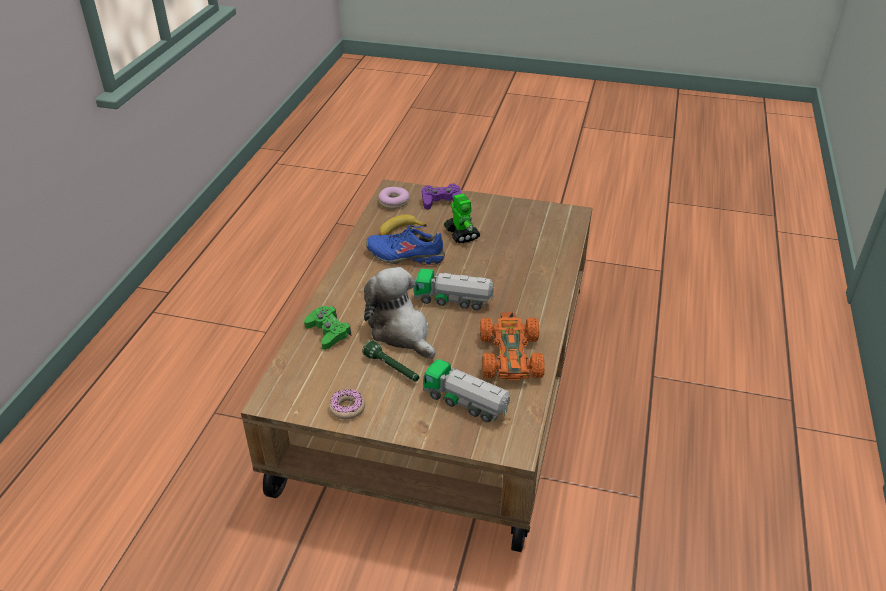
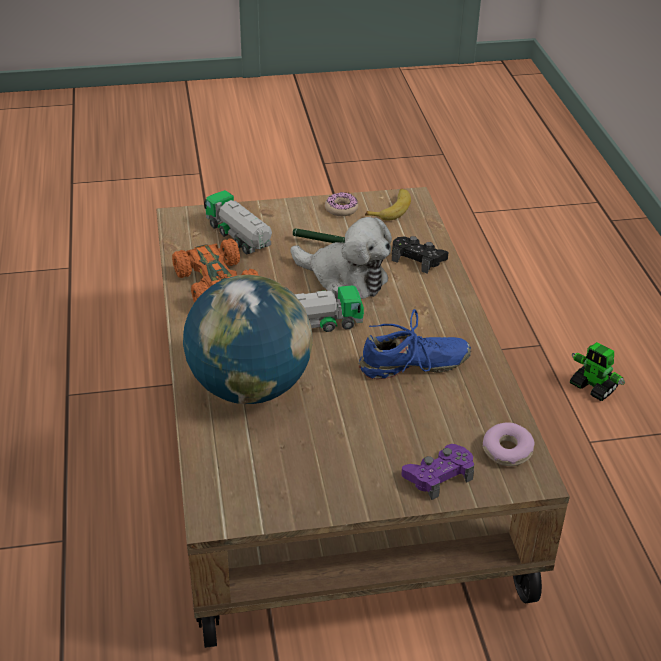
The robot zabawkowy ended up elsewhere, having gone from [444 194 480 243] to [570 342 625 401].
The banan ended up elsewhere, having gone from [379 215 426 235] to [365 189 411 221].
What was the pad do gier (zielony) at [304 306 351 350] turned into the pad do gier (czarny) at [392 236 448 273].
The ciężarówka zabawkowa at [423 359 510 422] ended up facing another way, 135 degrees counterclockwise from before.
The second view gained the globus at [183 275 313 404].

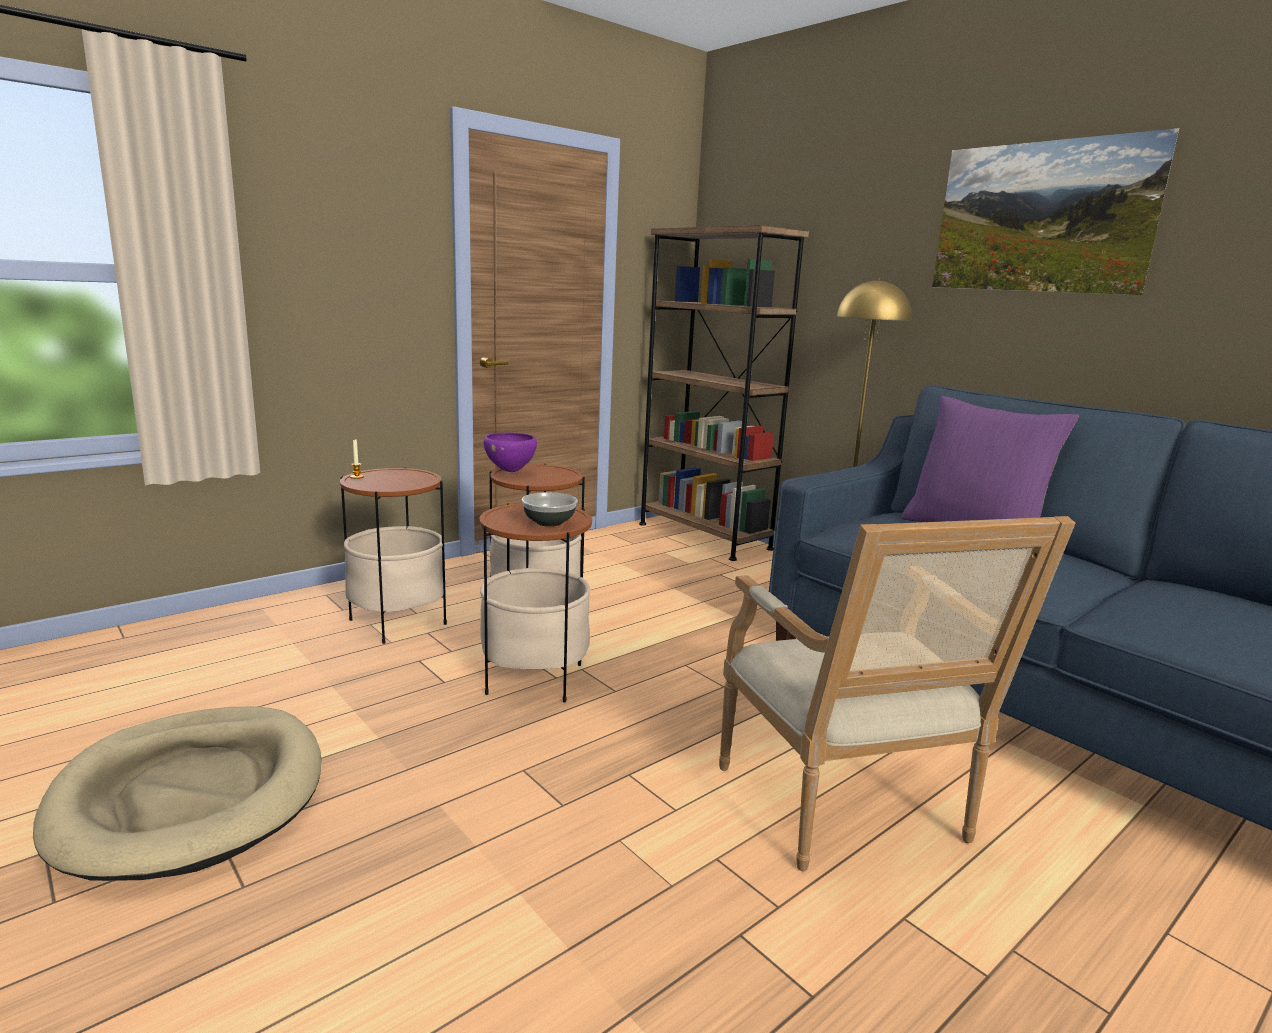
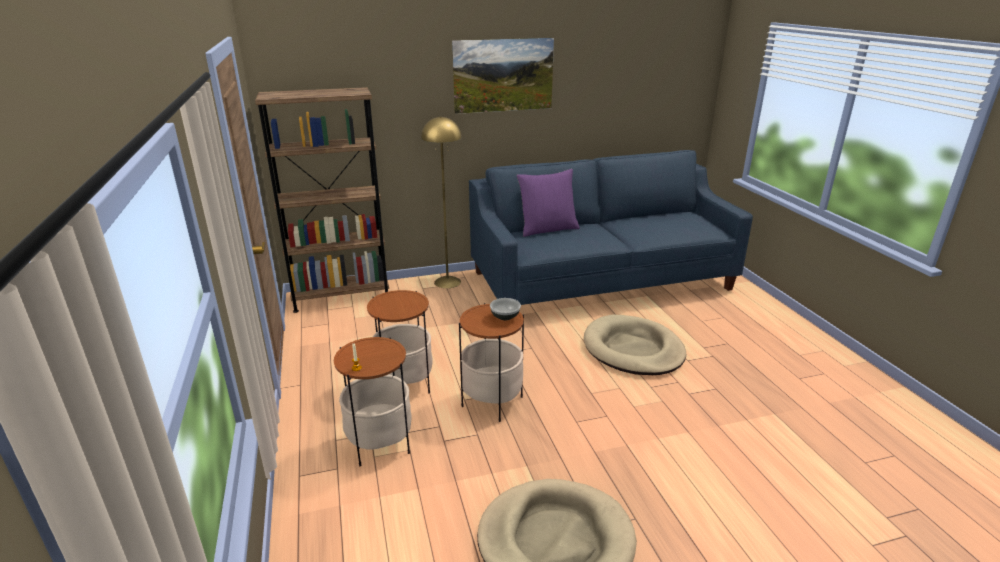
The second view lost the miska (fioletowy) at [484 432 537 472].
Where the fotel stood at [719 516 1075 871], the legowisko (beżowy) came to stand at [584 315 686 375].

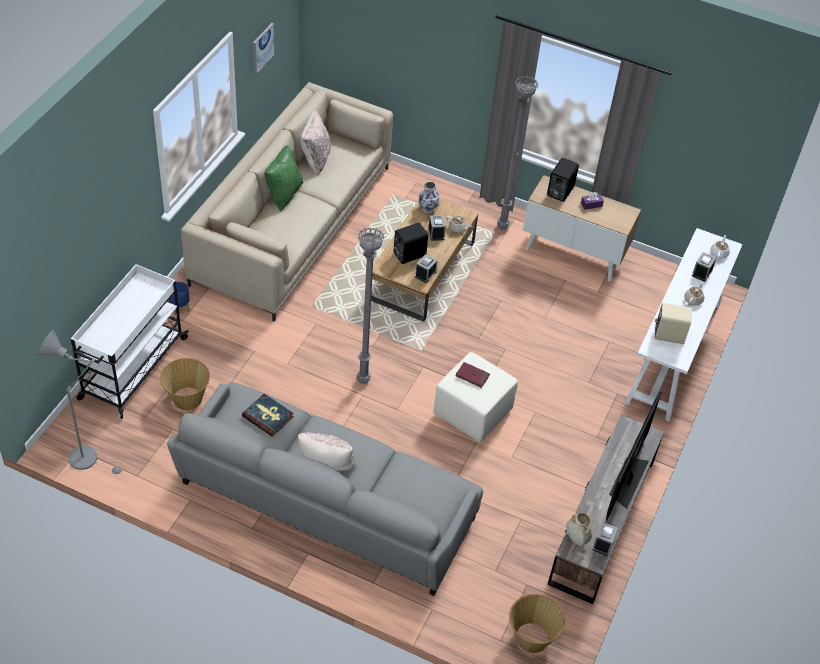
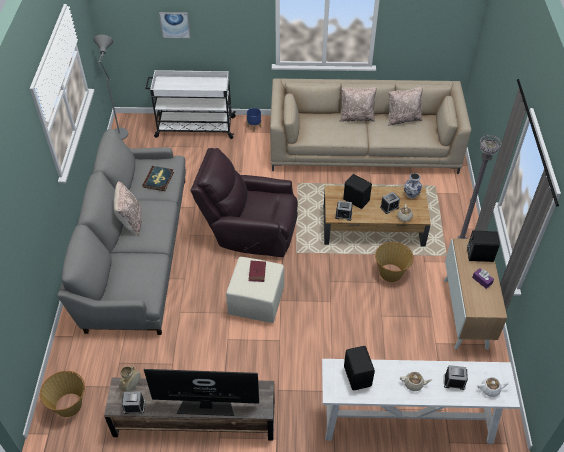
The obraz ended up elsewhere, having gone from [253 23 275 74] to [159 12 191 38].
What was the poduszka (zielony) at [265 145 304 211] turned into the poduszka (beżowy) at [340 87 377 122].
Where the lampa stojąca (szary) stood at [357 227 384 384], the fotel (brązowy) came to stand at [190 148 298 257].
What was the głośnik (beżowy) at [655 303 692 344] turned into the głośnik (czarny) at [344 346 375 390].
The koszyk ended up elsewhere, having gone from [160 358 210 410] to [375 242 414 282].

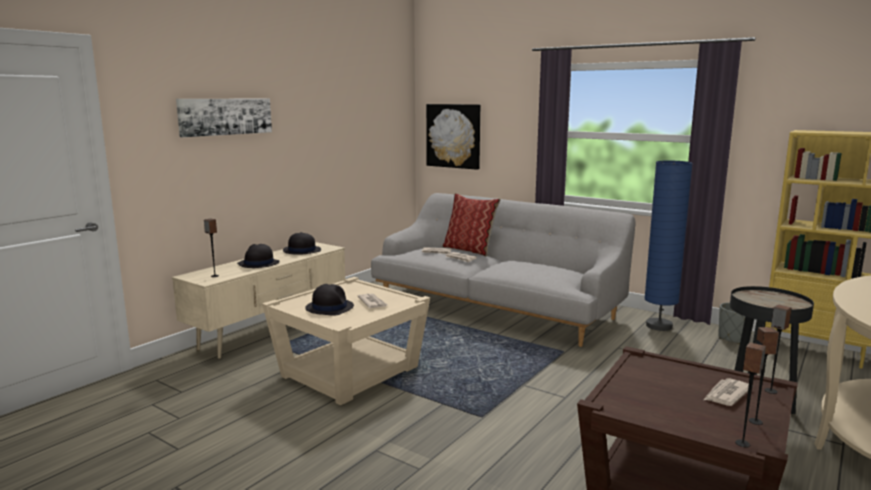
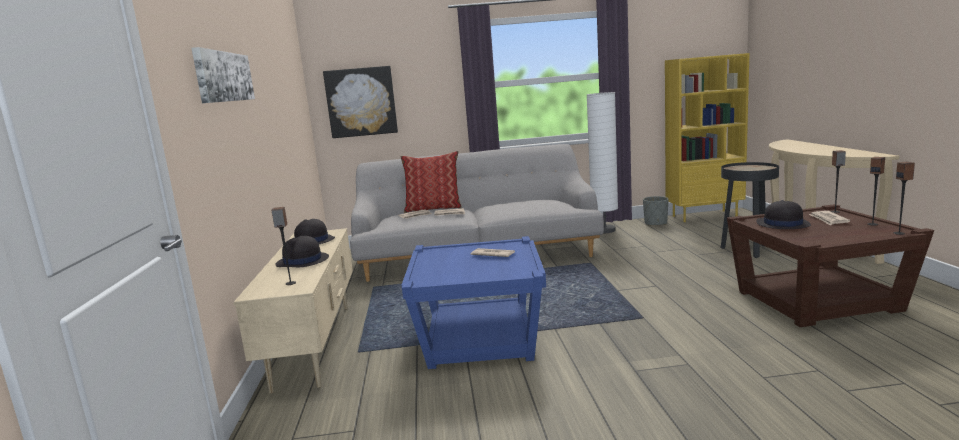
What was the lampa stojąca (niebieski) at [645 161 693 331] turned into the lampa stojąca (biały) at [587 92 618 233].
What was the stolik (beżowy) at [262 277 430 405] turned into the stolik (niebieski) at [402 236 546 369].
The kapelusz (czarny) ended up elsewhere, having gone from [305 284 354 316] to [756 200 811 229].

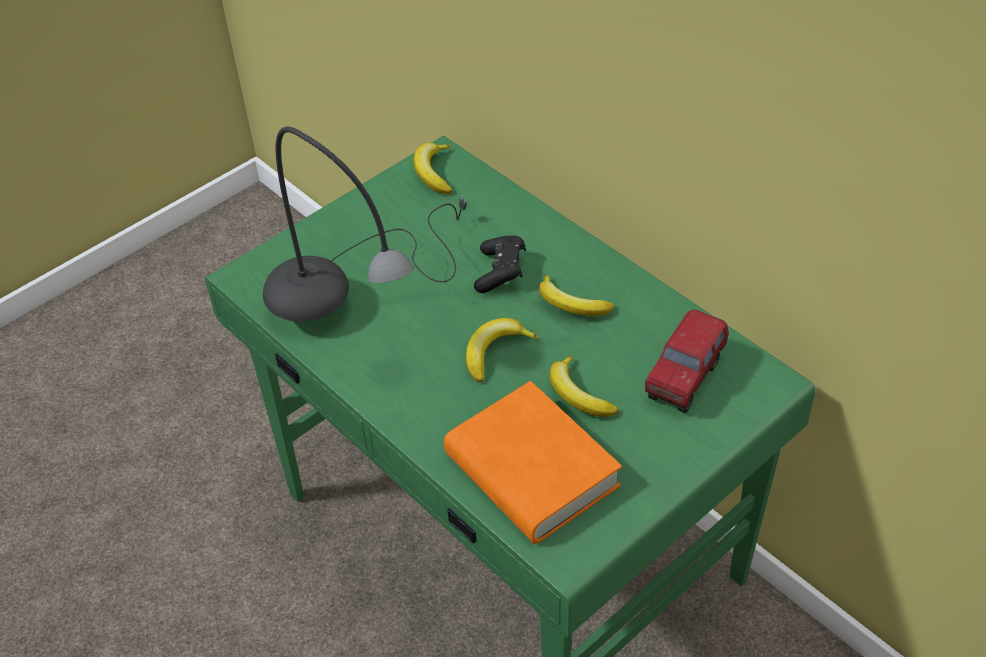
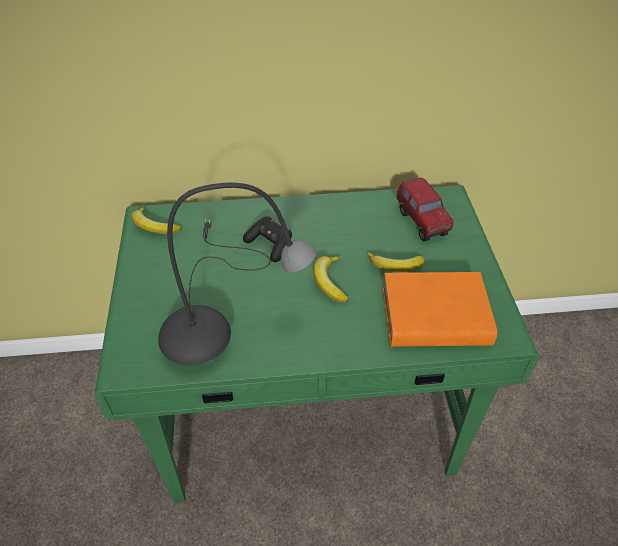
The second view lost the banan at [539 275 614 316].

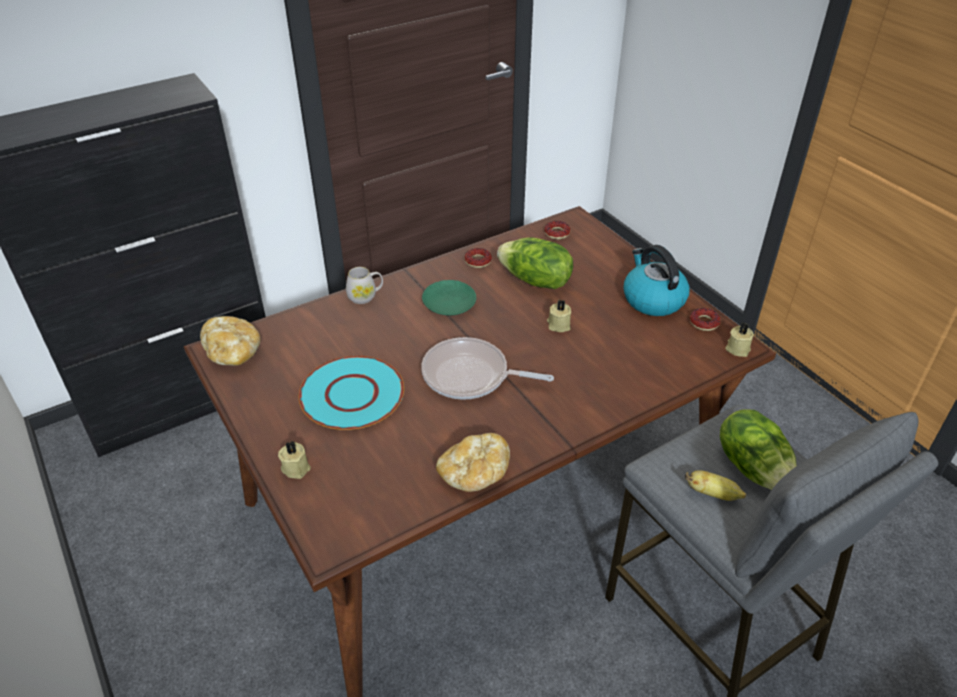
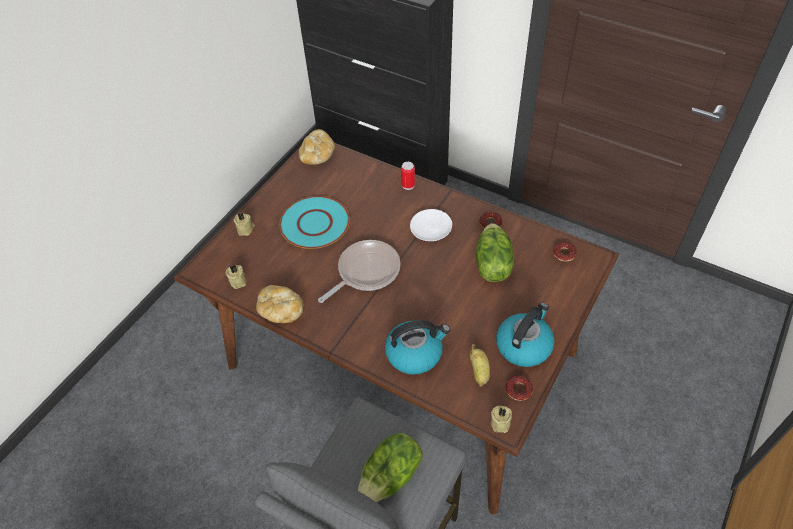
Where the kubek (biały) stood at [346 267 383 304], the puszka came to stand at [401 162 415 190].
What was the talerz (zielony) at [422 280 476 315] turned into the talerz (biały) at [410 209 452 241].
The świeca (beżowy) ended up elsewhere, having gone from [547 300 571 332] to [226 265 247 289].
The patelnia at [421 337 554 400] ended up facing another way, 60 degrees clockwise from before.
The banan ended up elsewhere, having gone from [685 470 746 501] to [470 344 490 387].
The second view gained the czajnik at [385 320 450 375].

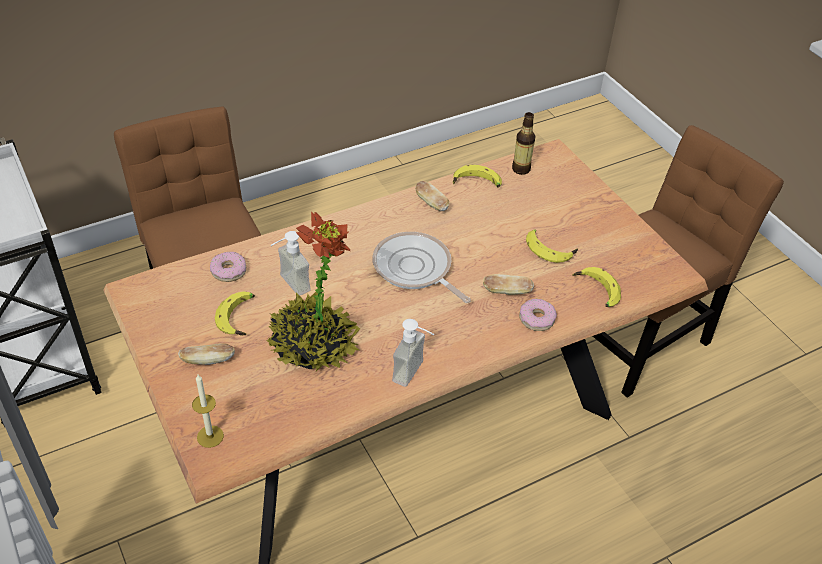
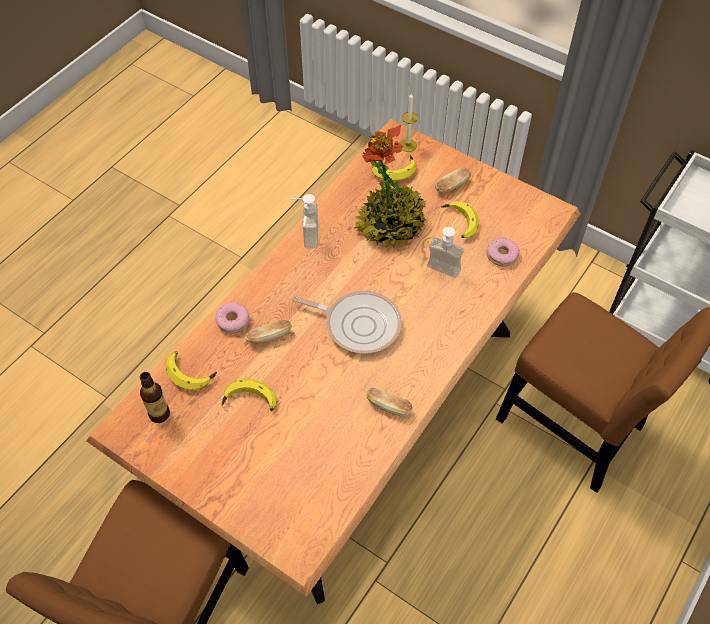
The butelka ended up elsewhere, having gone from [512 112 536 175] to [140 372 170 423].
The banan ended up elsewhere, having gone from [453 165 502 188] to [372 155 416 181].

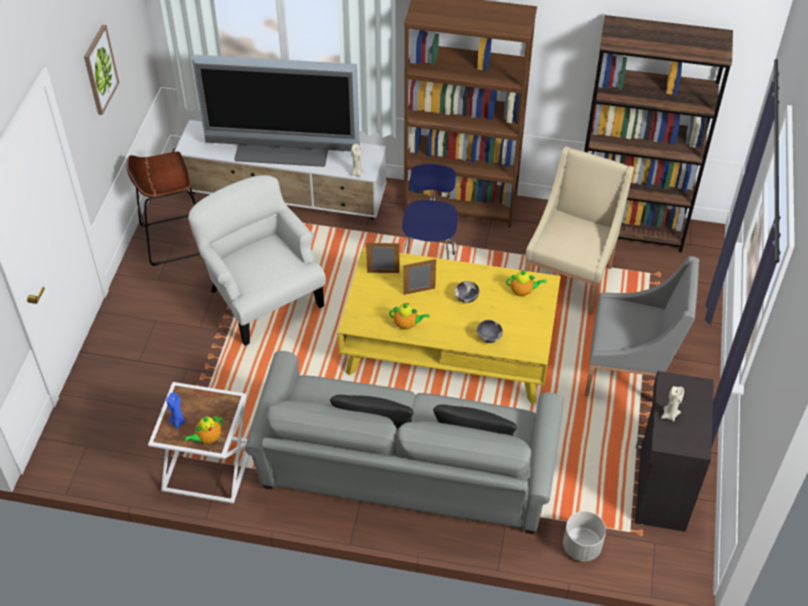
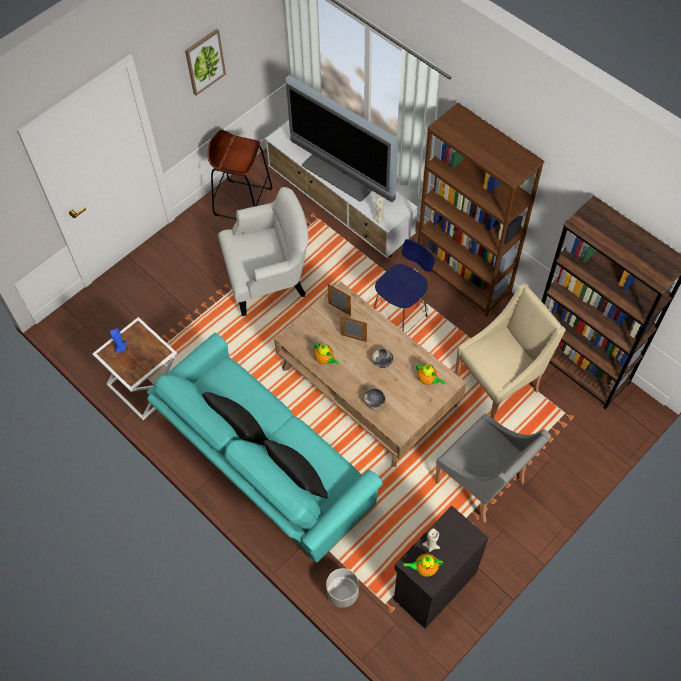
The fotel (biały) at [188 175 326 346] ended up facing another way, 75 degrees clockwise from before.
What was the ława (żółty) at [337 247 561 404] turned into the ława (brązowy) at [274 281 466 467].
What was the kanapa (szary) at [245 351 564 534] turned into the kanapa (turkusowy) at [147 333 383 563].
The imbryk ended up elsewhere, having gone from [184 416 223 444] to [404 554 443 577].

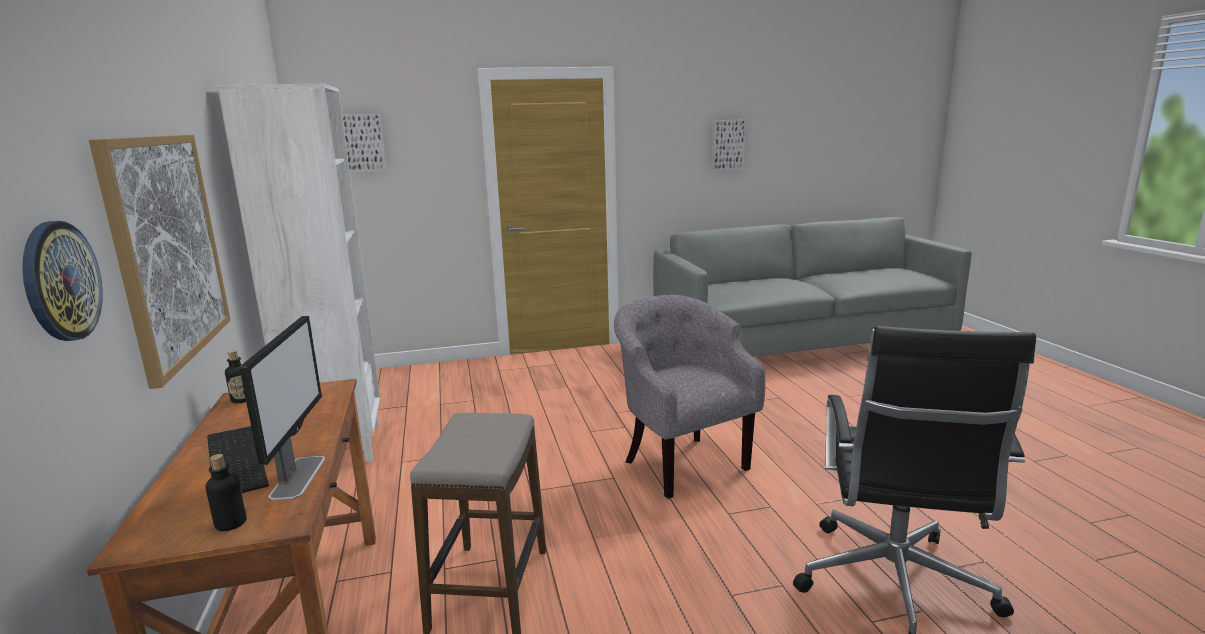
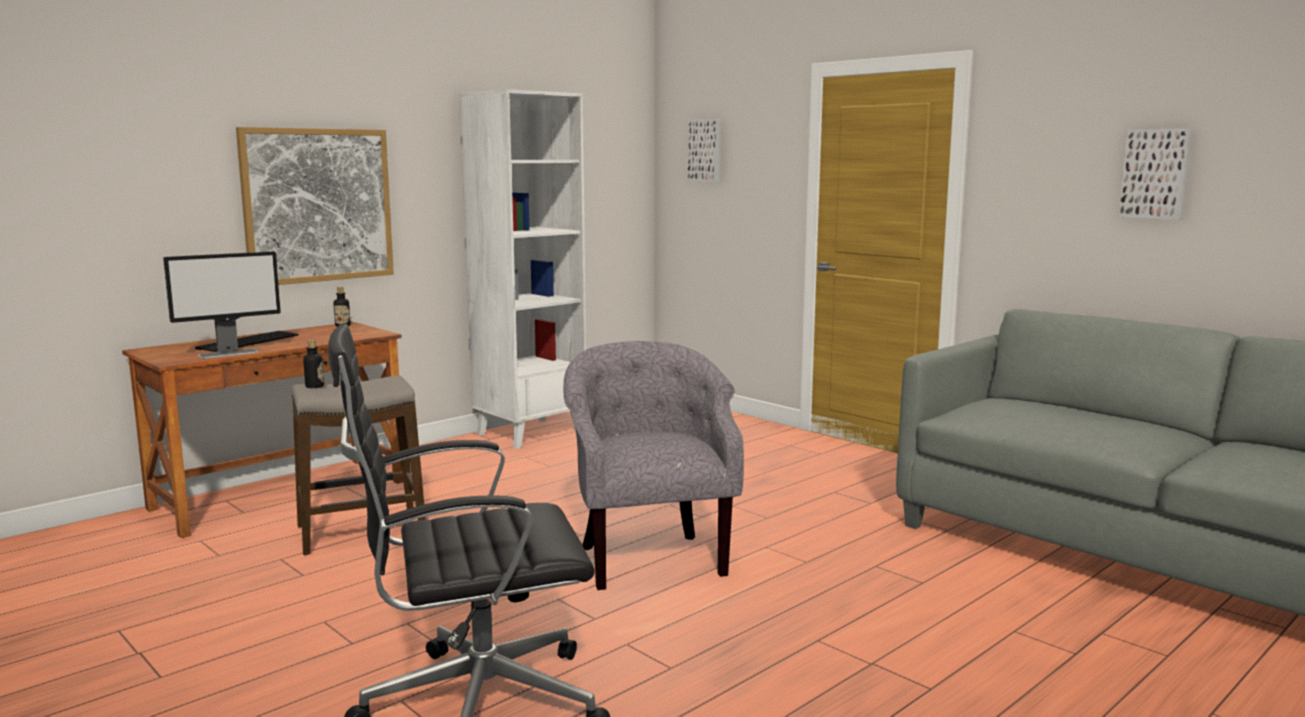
The second view lost the zegar ścienny at [22 221 103 341].
The fotel (szary) at [614 295 765 499] ended up facing another way, 45 degrees counterclockwise from before.
The butelka ended up elsewhere, having gone from [205 454 247 531] to [303 340 324 388].

